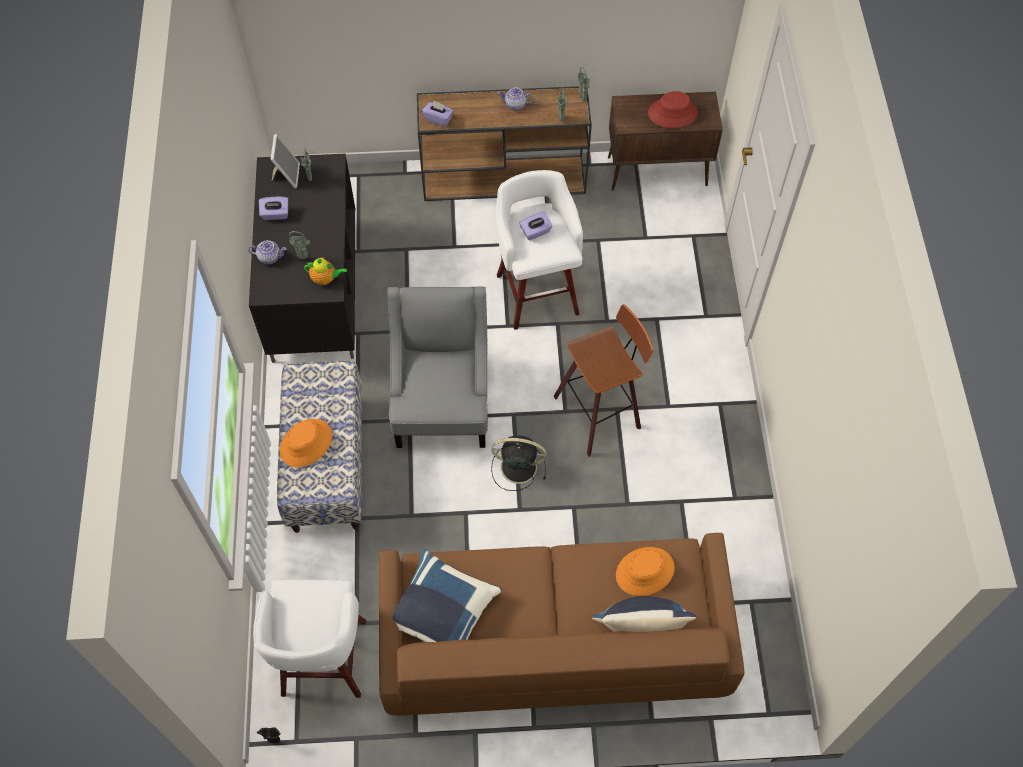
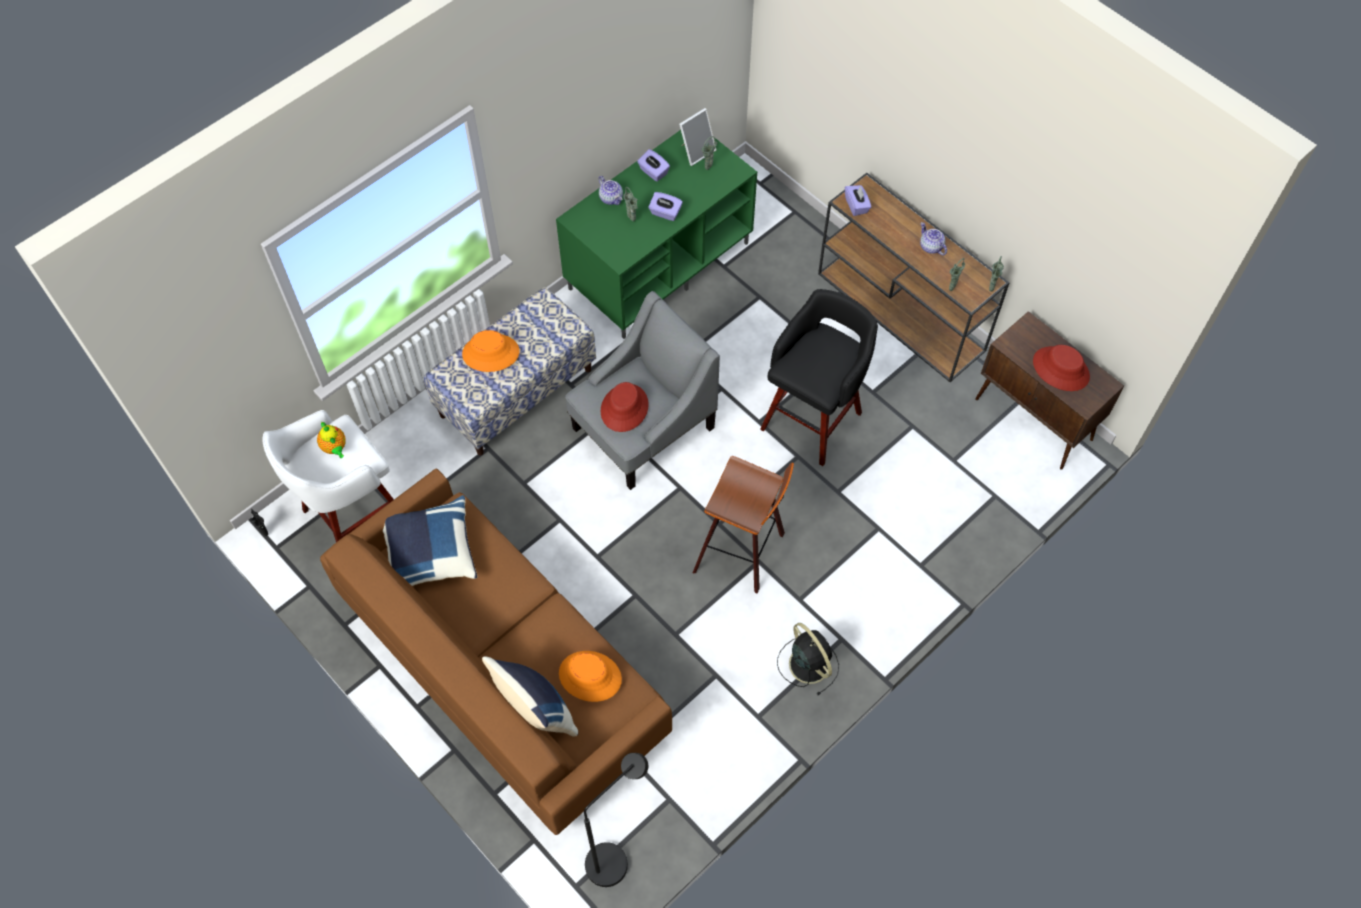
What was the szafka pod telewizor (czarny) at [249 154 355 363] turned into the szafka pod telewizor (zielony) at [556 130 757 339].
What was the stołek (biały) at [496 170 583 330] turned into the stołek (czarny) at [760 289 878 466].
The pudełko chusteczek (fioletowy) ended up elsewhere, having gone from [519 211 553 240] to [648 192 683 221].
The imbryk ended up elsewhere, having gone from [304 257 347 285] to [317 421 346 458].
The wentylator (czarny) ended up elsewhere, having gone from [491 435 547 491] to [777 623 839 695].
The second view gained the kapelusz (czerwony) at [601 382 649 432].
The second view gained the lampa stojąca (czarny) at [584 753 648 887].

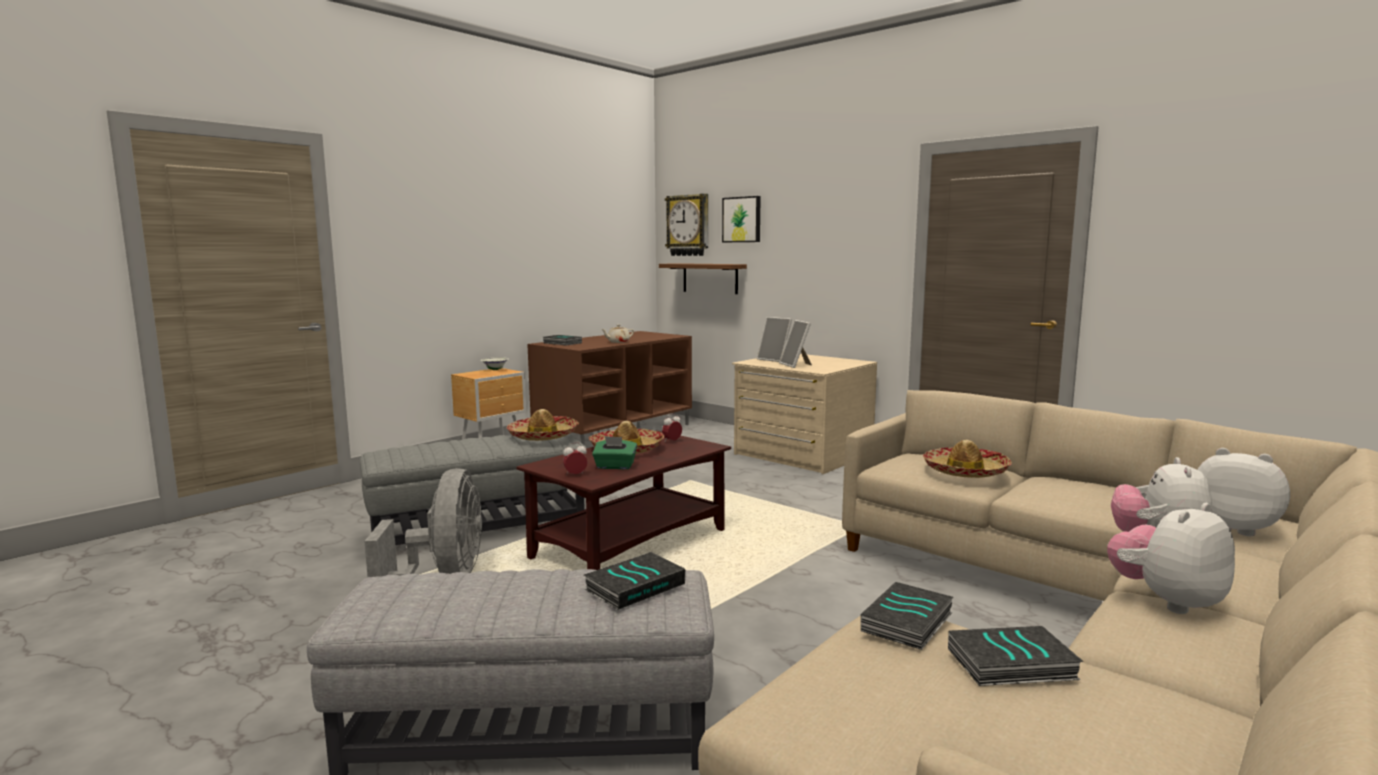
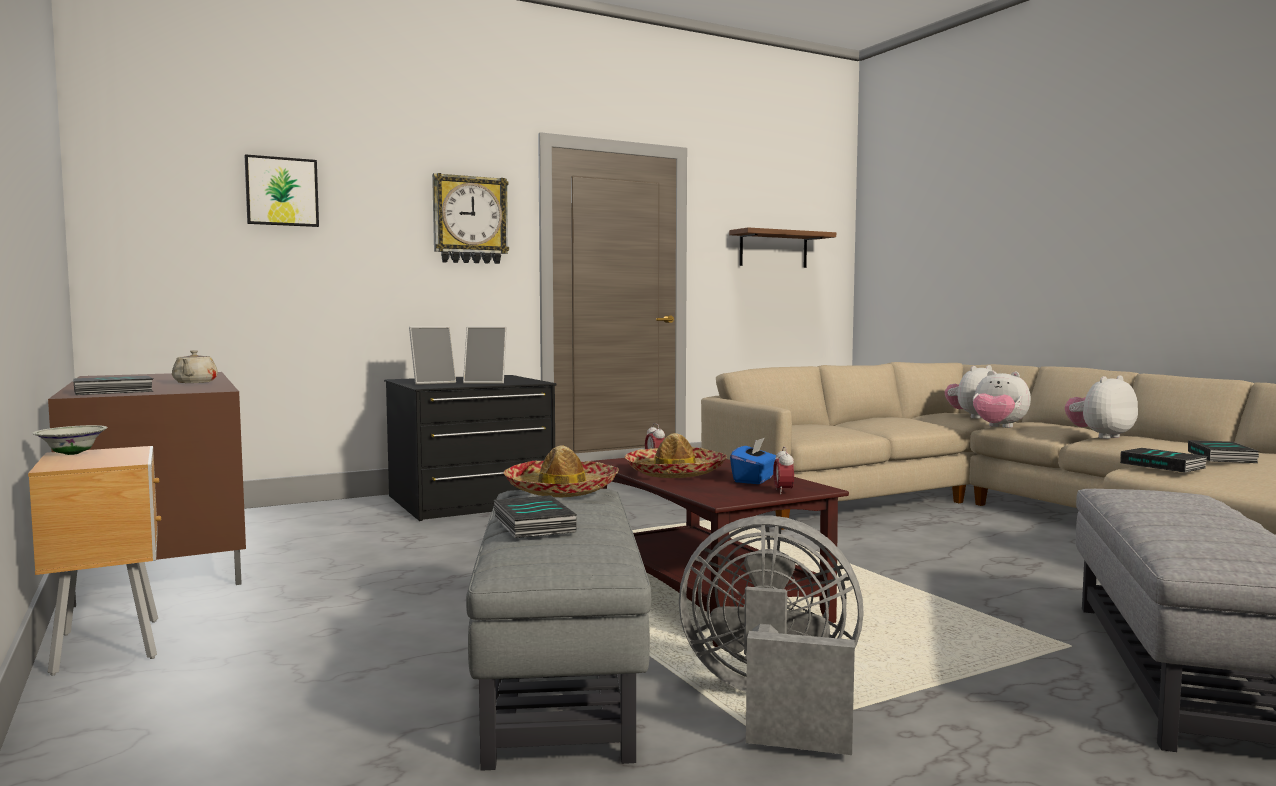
The zegar ścienny ended up elsewhere, having gone from [665 194 708 256] to [432 173 509 264].
The półka ended up elsewhere, having gone from [659 263 747 294] to [729 227 836 268].
What was the komoda (beżowy) at [732 354 877 474] turned into the komoda (czarny) at [384 375 557 521].
What was the pudełko chusteczek (zielony) at [592 436 637 469] turned into the pudełko chusteczek (niebieski) at [730 438 776 484].
The second view lost the kapelusz at [923 440 1012 478].
The pluszak at [1107 503 1235 614] ended up facing another way, 75 degrees clockwise from before.
The książka ended up elsewhere, having gone from [584 552 685 610] to [494 495 577 538].

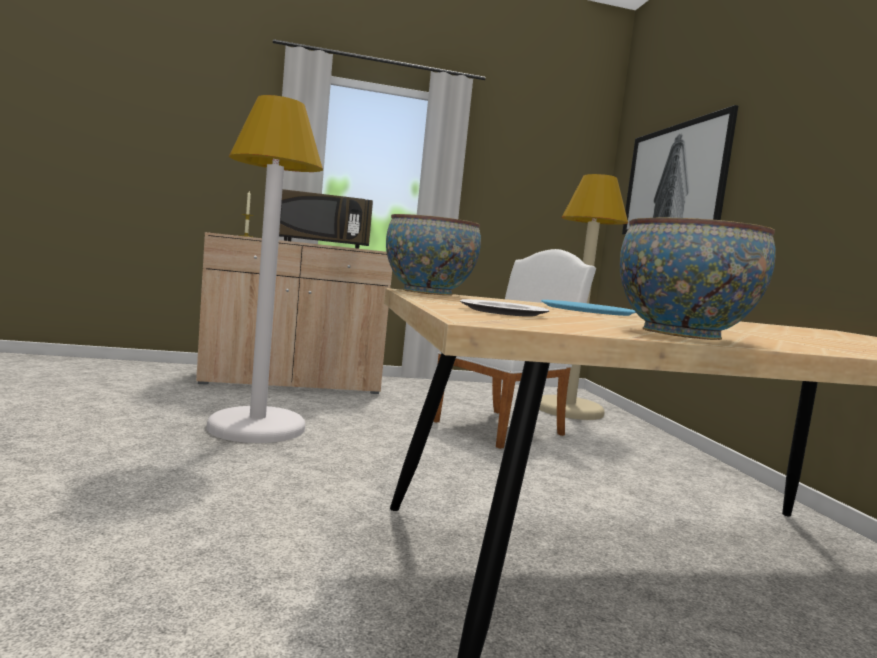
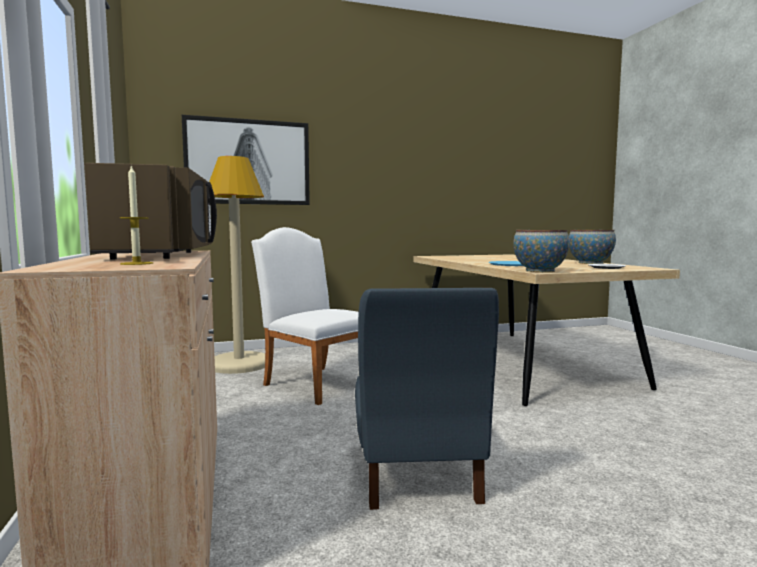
Where the lampa stojąca (biały) stood at [207 95 323 443], the krzesło (niebieski) came to stand at [355 288 499 510].

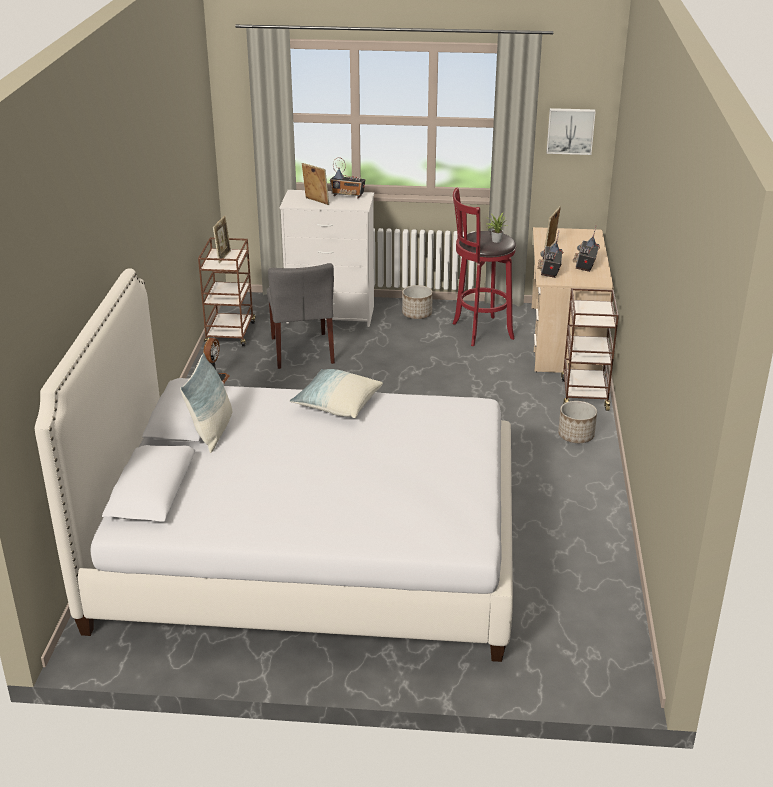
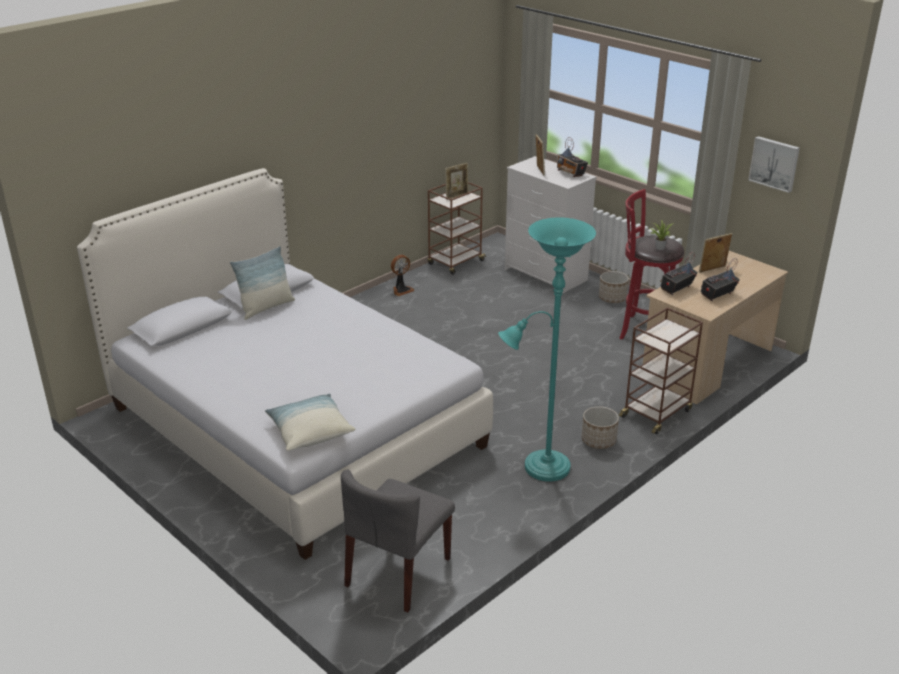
The krzesło (szary) ended up elsewhere, having gone from [267 263 335 369] to [341 469 455 613].
The poduszka ended up elsewhere, having gone from [290 369 383 418] to [265 394 356 451].
The second view gained the lampa stojąca (turkusowy) at [498 217 596 482].

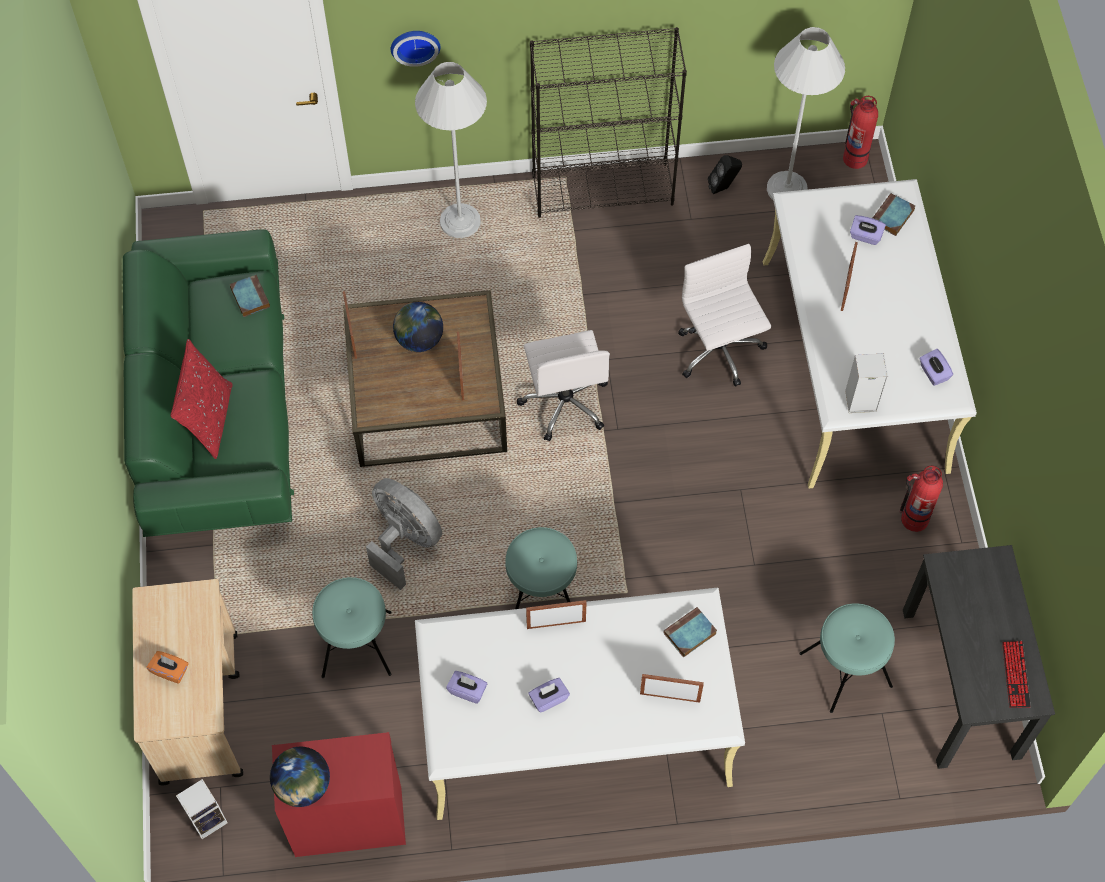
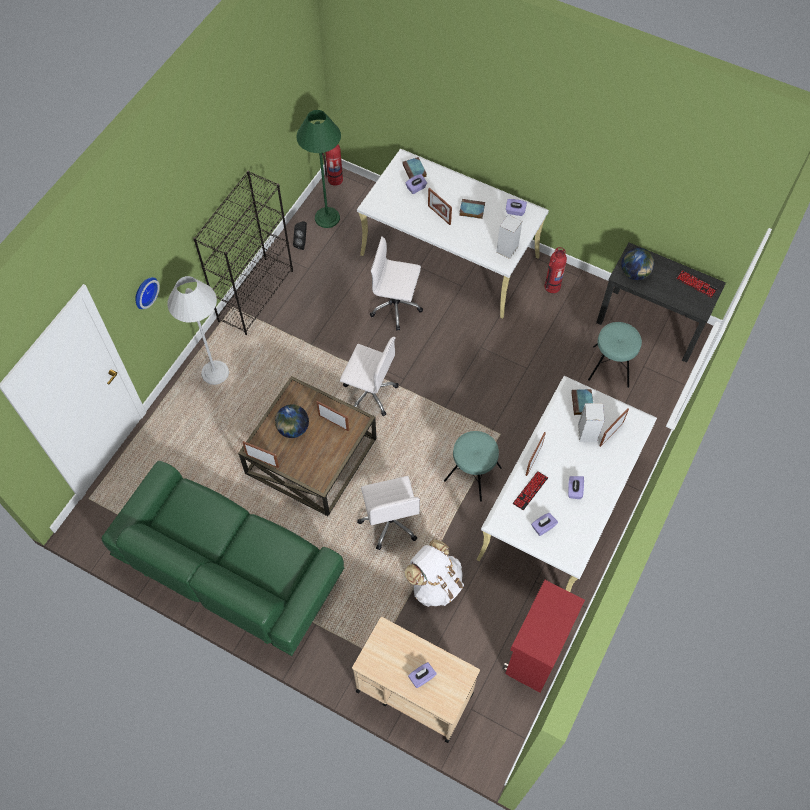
What was the lampa stojąca (biały) at [767 27 845 200] turned into the lampa stojąca (zielony) at [296 110 341 228].
The książka ended up elsewhere, having gone from [230 275 270 317] to [459 199 485 219].
The second view lost the poduszka (czerwony) at [171 339 233 459].
Where the wentylator (szary) stood at [366 478 442 590], the krzesło biurowe (biały) came to stand at [357 476 420 550].
Where the stołek (turkusowy) stood at [312 577 392 678], the plecak (biały) came to stand at [404 539 464 607].
What was the pudełko chusteczek (pomarańczowy) at [147 651 188 684] turned into the pudełko chusteczek (fioletowy) at [408 662 437 688].
The globus ended up elsewhere, having gone from [270 747 330 807] to [621 248 654 280].
The głośnik ended up elsewhere, having gone from [176 779 228 839] to [578 403 605 442].
The second view gained the klawiatura at [513 471 548 510].

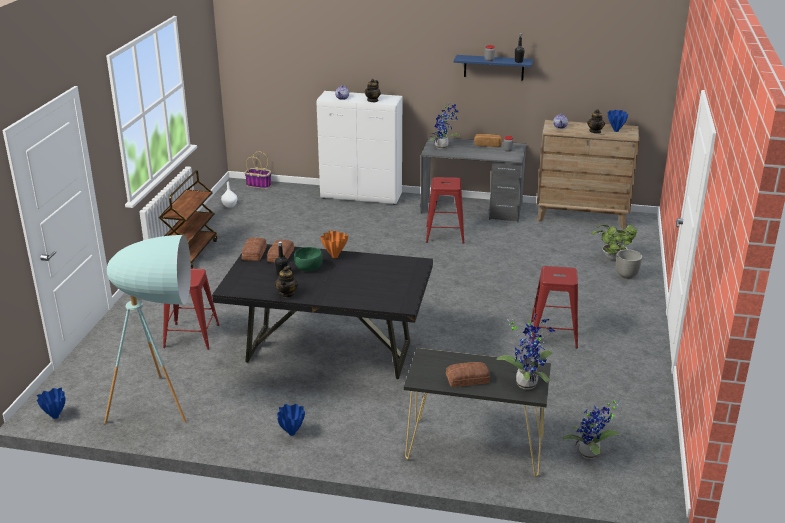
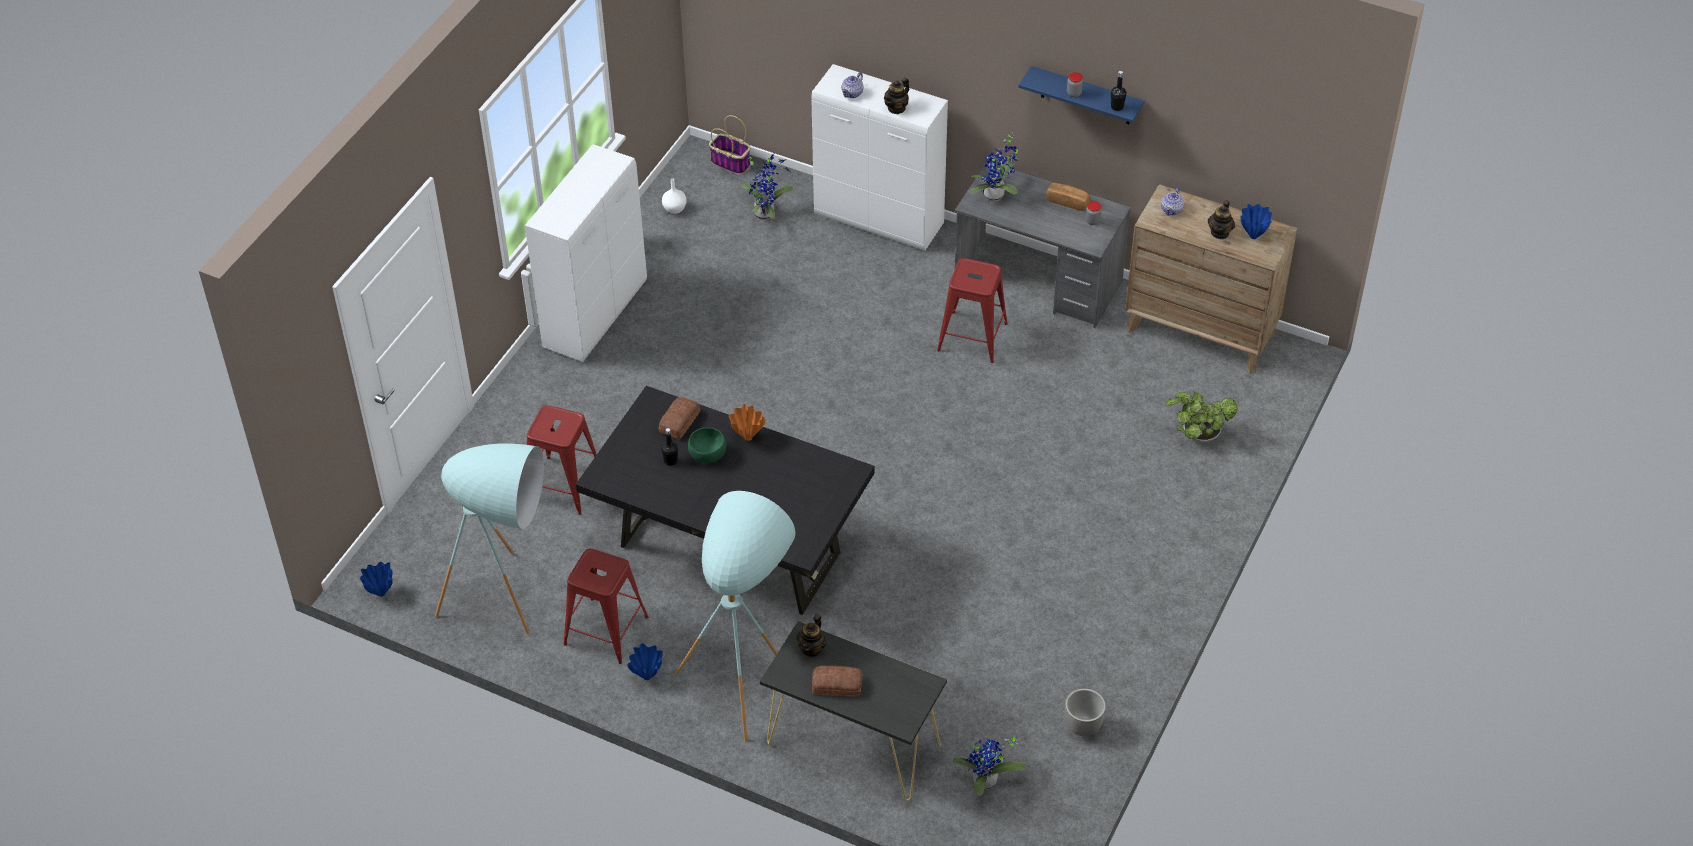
Where the wózek (brązowy) stood at [159 170 217 269], the szafka (biały) came to stand at [525 144 647 362].
The second view lost the chleb at [242 237 267 261].
The donica ended up elsewhere, having gone from [616 249 642 279] to [1065 689 1106 736].
The imbryk ended up elsewhere, having gone from [275 266 298 298] to [796 614 827 657].
The stołek (czerwony) ended up elsewhere, having gone from [531 266 578 348] to [563 549 648 664].
The roślina doniczkowa ended up elsewhere, having gone from [496 315 555 390] to [742 154 793 220].
The second view gained the lampa stojąca (turkusowy) at [675 491 795 742].

